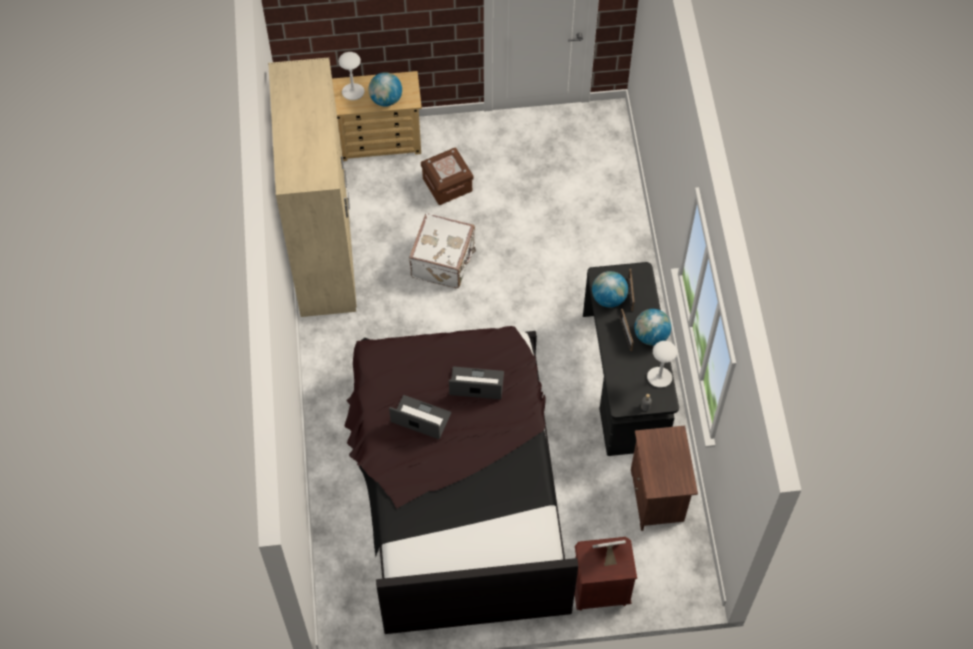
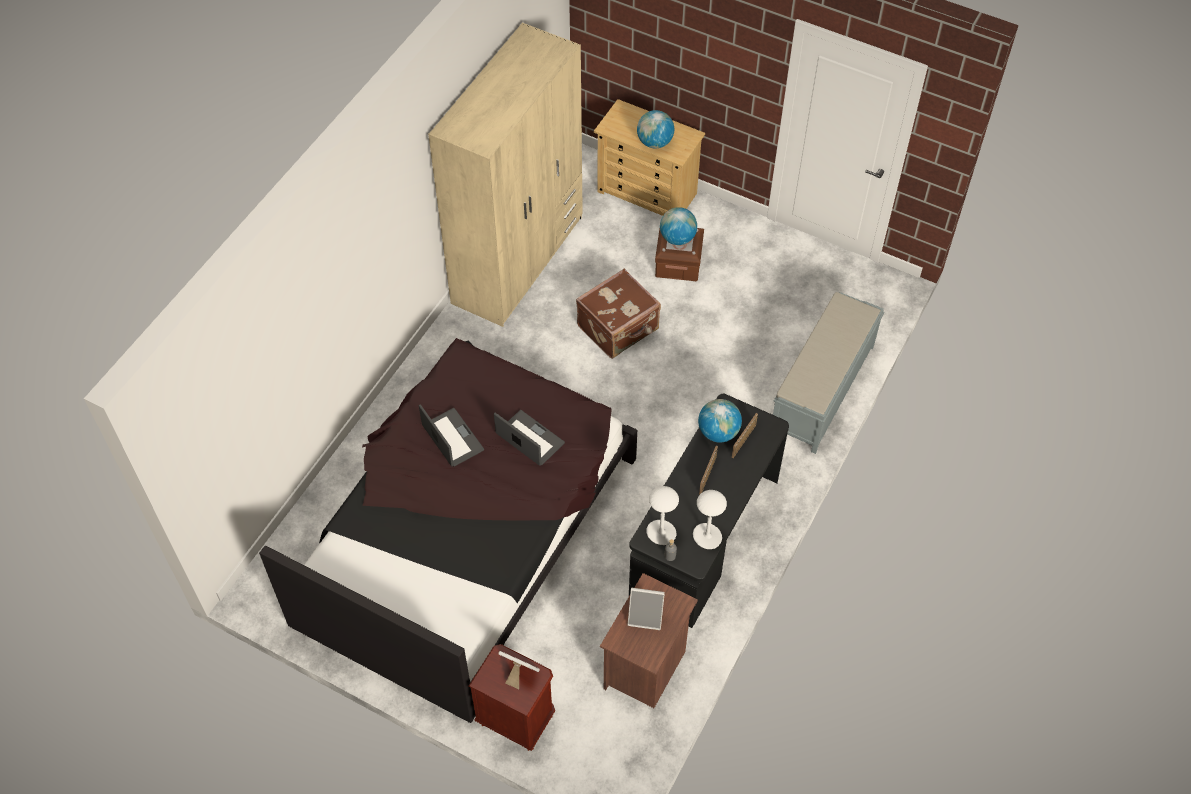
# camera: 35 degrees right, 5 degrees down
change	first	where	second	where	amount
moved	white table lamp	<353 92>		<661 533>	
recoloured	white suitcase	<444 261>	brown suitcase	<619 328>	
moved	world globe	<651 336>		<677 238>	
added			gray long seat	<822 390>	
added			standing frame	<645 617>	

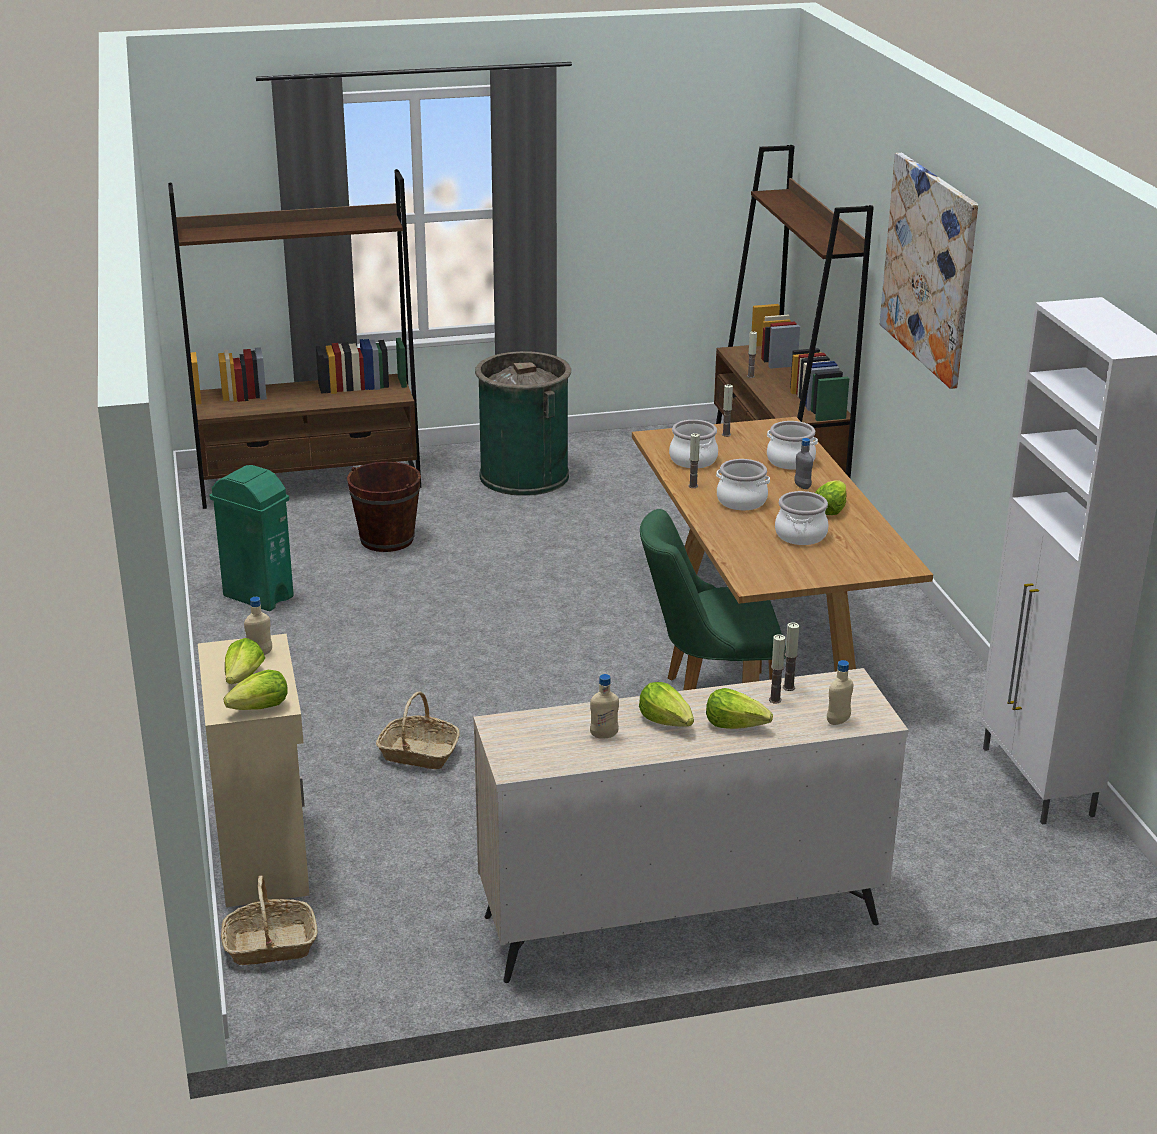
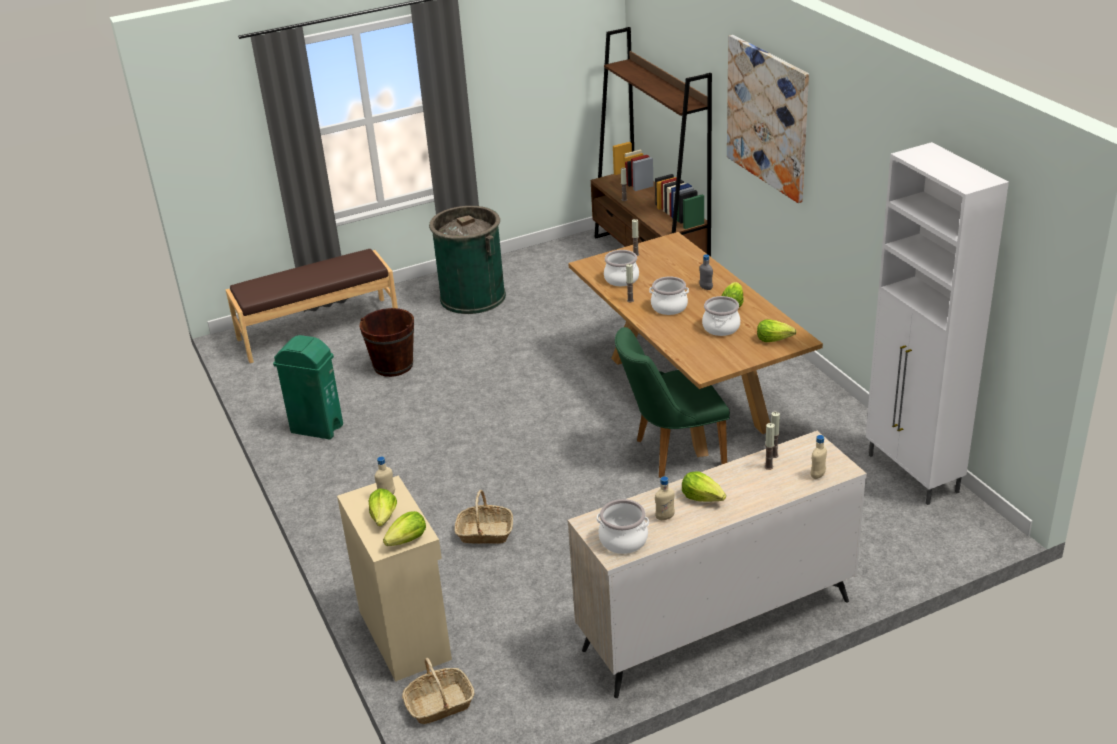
# camera: 10 degrees left, 5 degrees up
change	first	where	second	where	amount
replaced	brown bookshelf	<310 483>	brown long seat	<318 329>	
moved	cooking pot	<790 461>		<623 540>	
moved	head of lettuce	<736 724>		<774 339>	

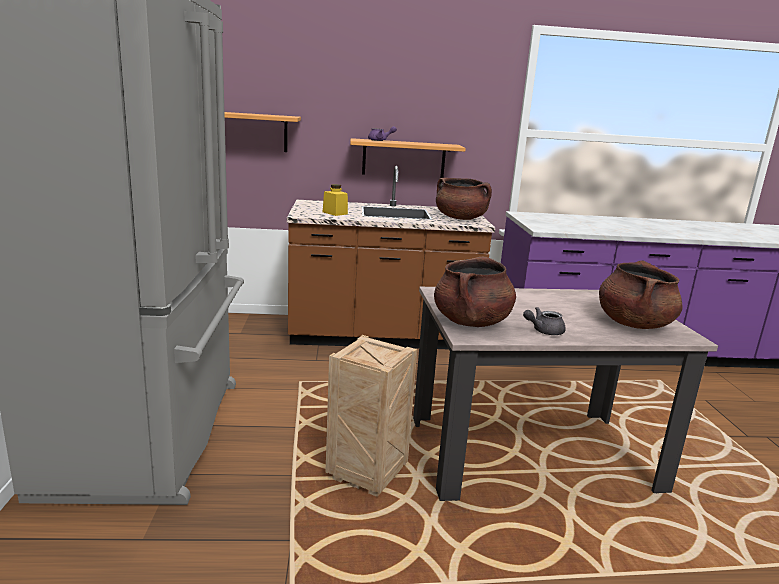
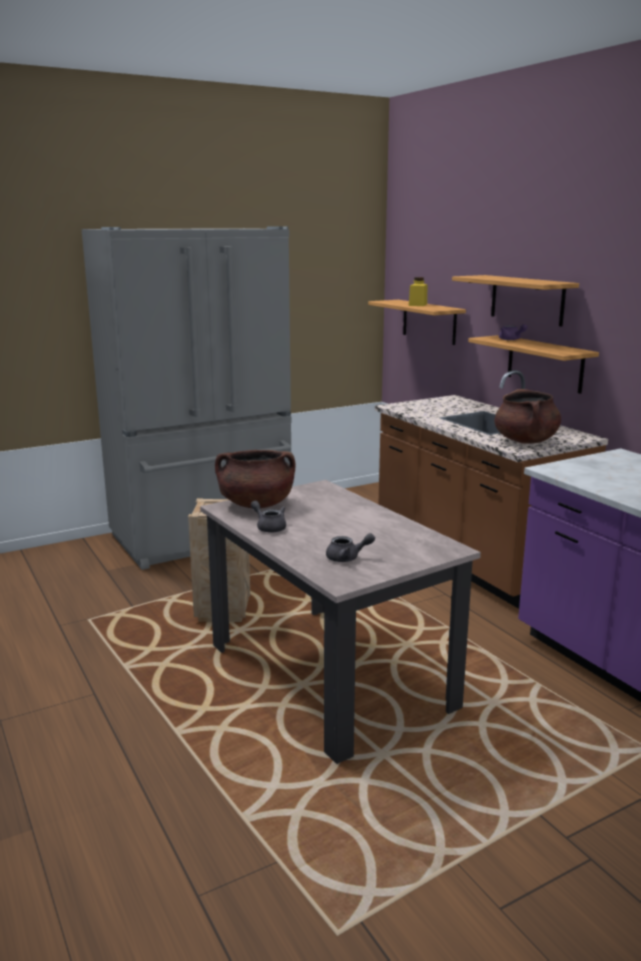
# camera: 65 degrees right, 0 degrees up
change	first	where	second	where	amount
moved	yellowish jar	<335 213>		<418 305>	
replaced	brown cooking pot	<634 324>	gray tea pot	<347 558>	
added			wall shelf	<527 300>	

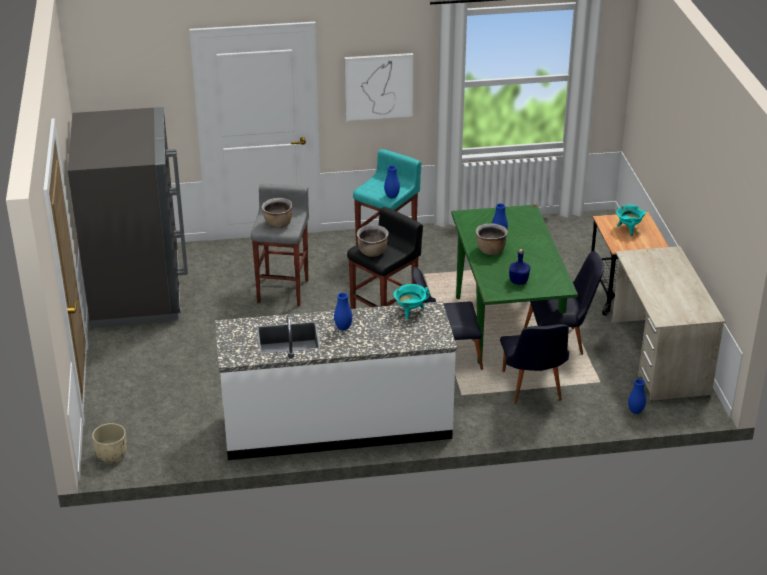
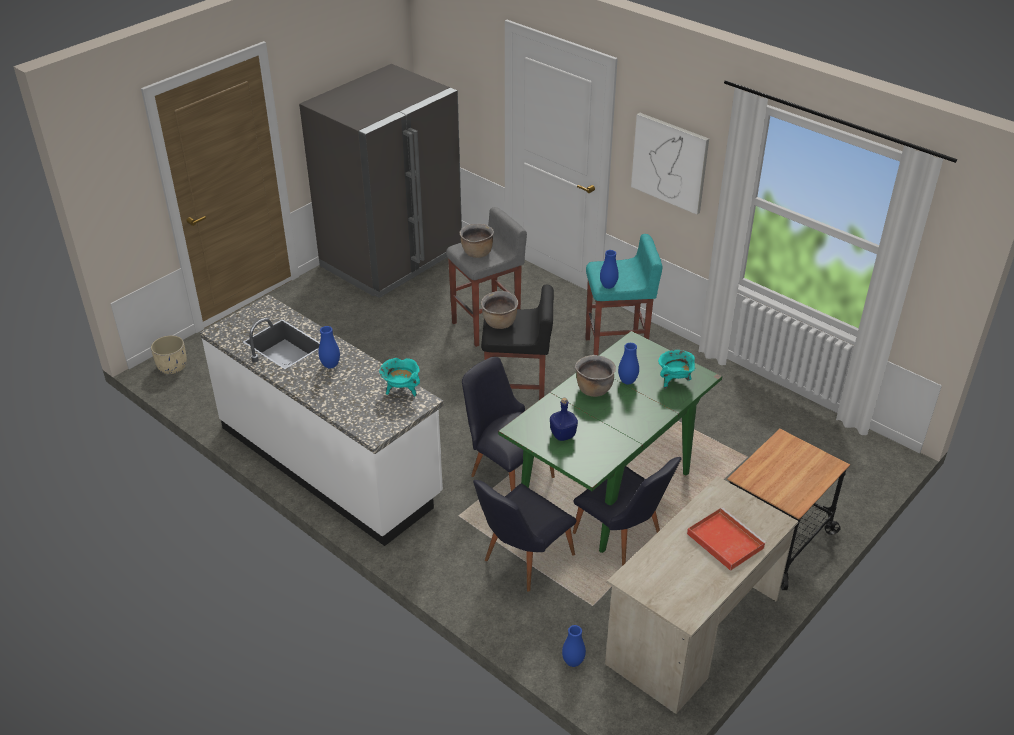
# camera: 50 degrees right, 5 degrees up
change	first	where	second	where	amount
moved	turquoise-coloured cooking pot	<628 229>		<674 381>	
added			red serving tray	<724 540>	

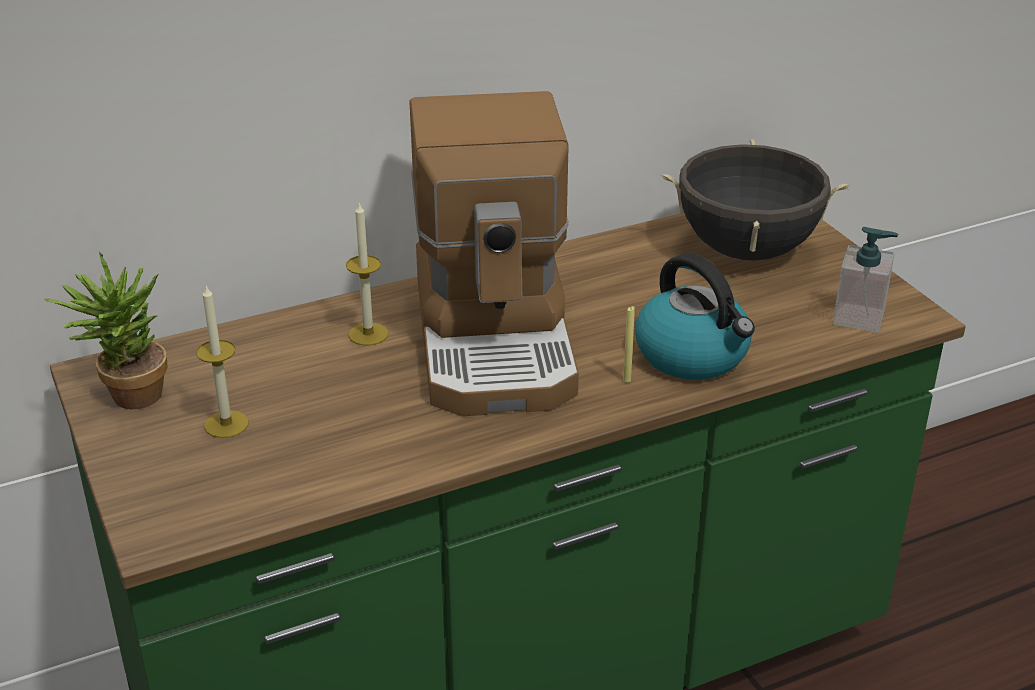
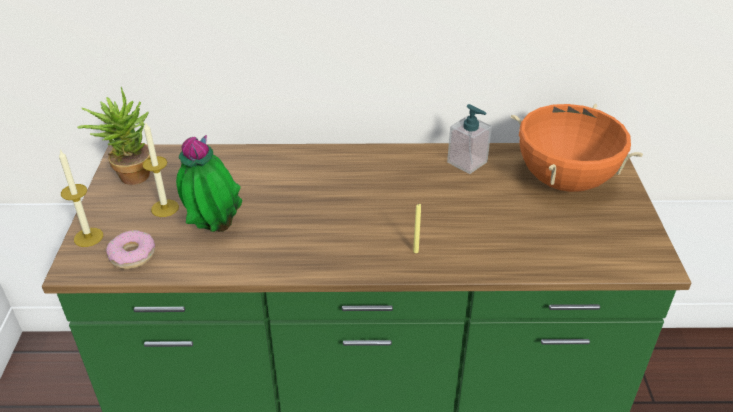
# camera: 25 degrees right, 5 degrees up
change	first	where	second	where	amount
removed	coffee machine	<497 338>			
recoloured	black-coloured cooking pot	<746 250>	orange-coloured cooking pot	<564 180>	
moved	wax candle	<368 334>		<88 237>	
moved	liquid soap bottle	<859 317>		<467 162>	
removed	tea kettle	<693 355>			
added			plant in a pot	<214 229>	
added			ring doughnut	<132 255>	

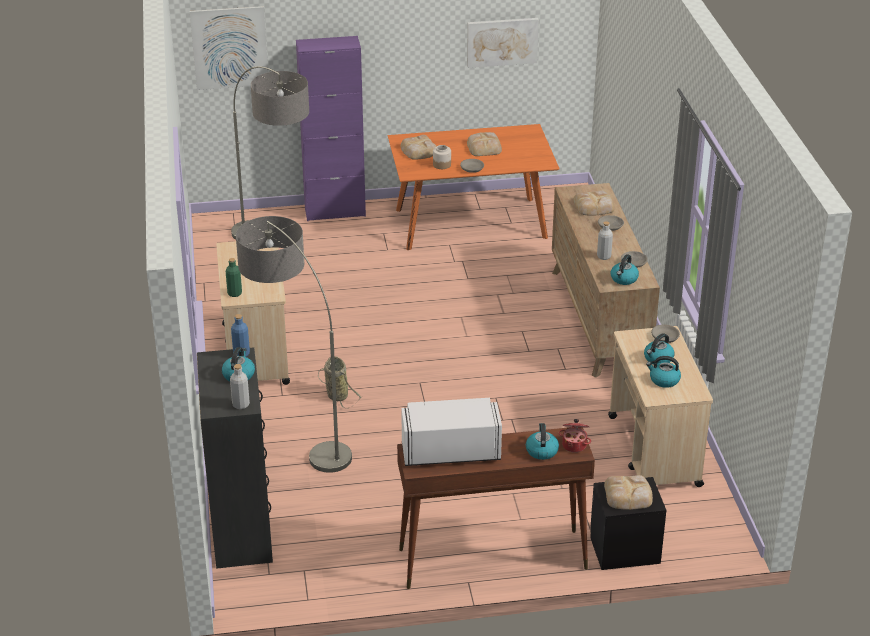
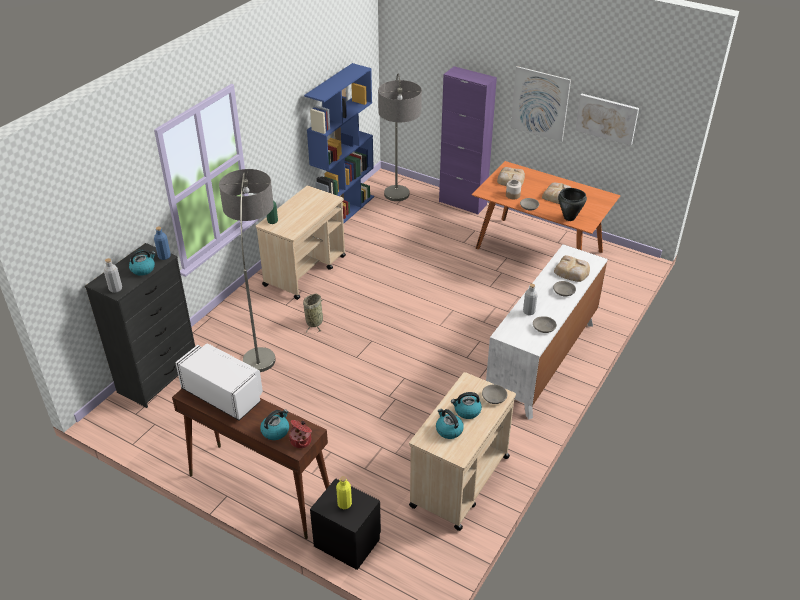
# camera: 40 degrees right, 5 degrees up
change	first	where	second	where	amount
moved	wall art	<229 48>		<539 103>	
recoloured	brown chest of drawers	<599 320>	white chest of drawers	<542 361>	
removed	tea kettle	<624 279>			
replaced	bakery bread	<629 496>	yellowish drink bottle	<344 504>	
added			blue bookshelf	<344 211>	
added			black-coloured cooking pot	<569 218>	

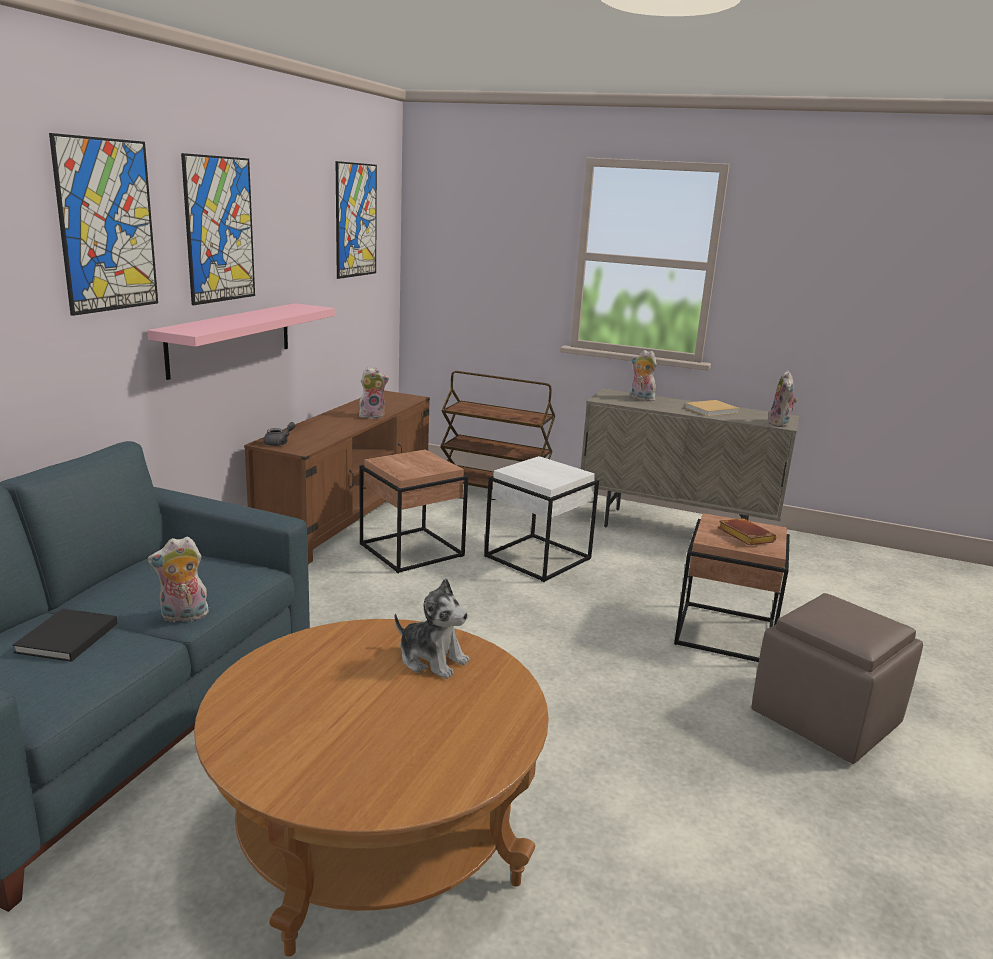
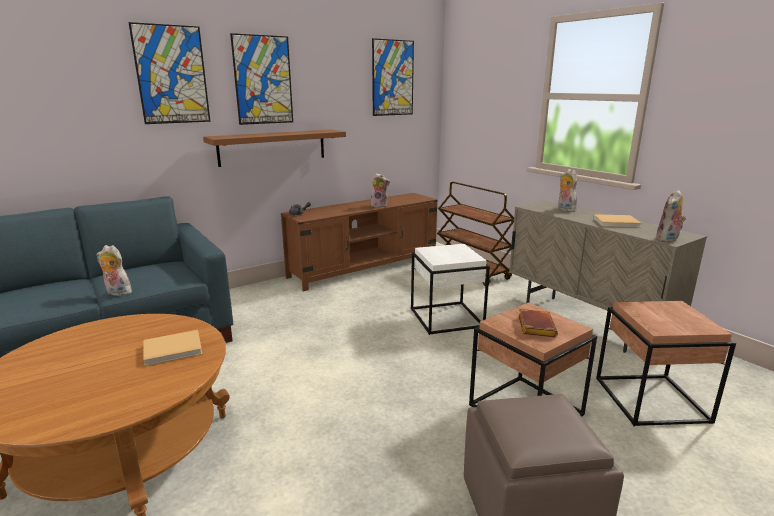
# camera: 35 degrees right, 0 degrees up
change	first	where	second	where	amount
recoloured	pink-coloured wall shelf	<231 338>	brown wall shelf	<273 147>	
moved	brown accent table	<413 550>		<652 400>	
replaced	soft toy	<432 660>	sand-coloured bound book	<175 349>	
removed	black-coloured bound book	<65 639>			

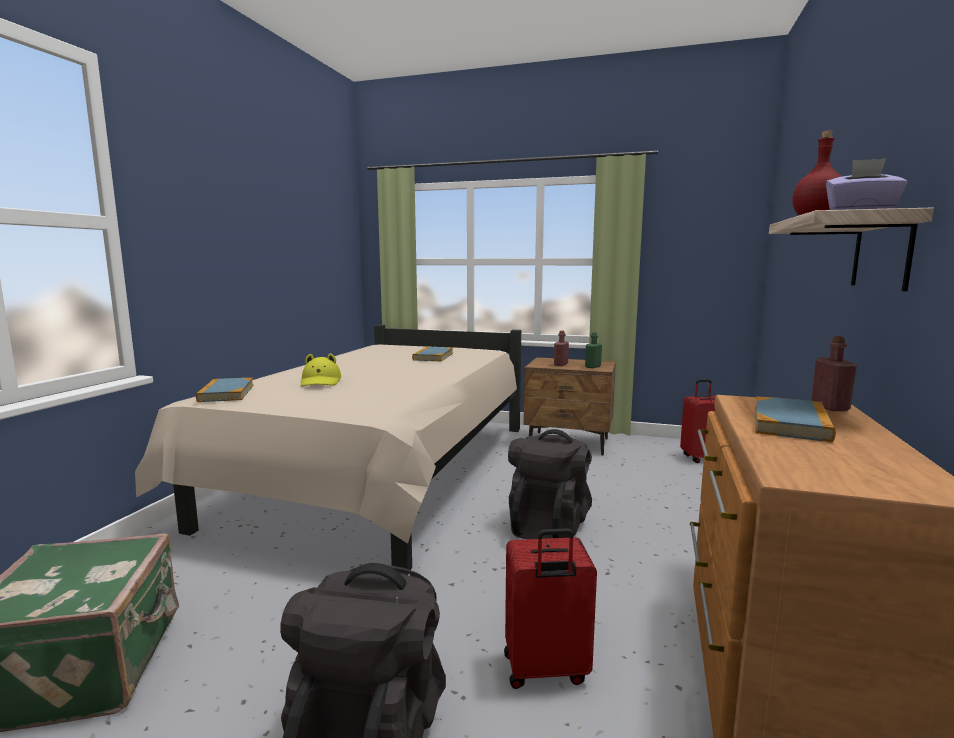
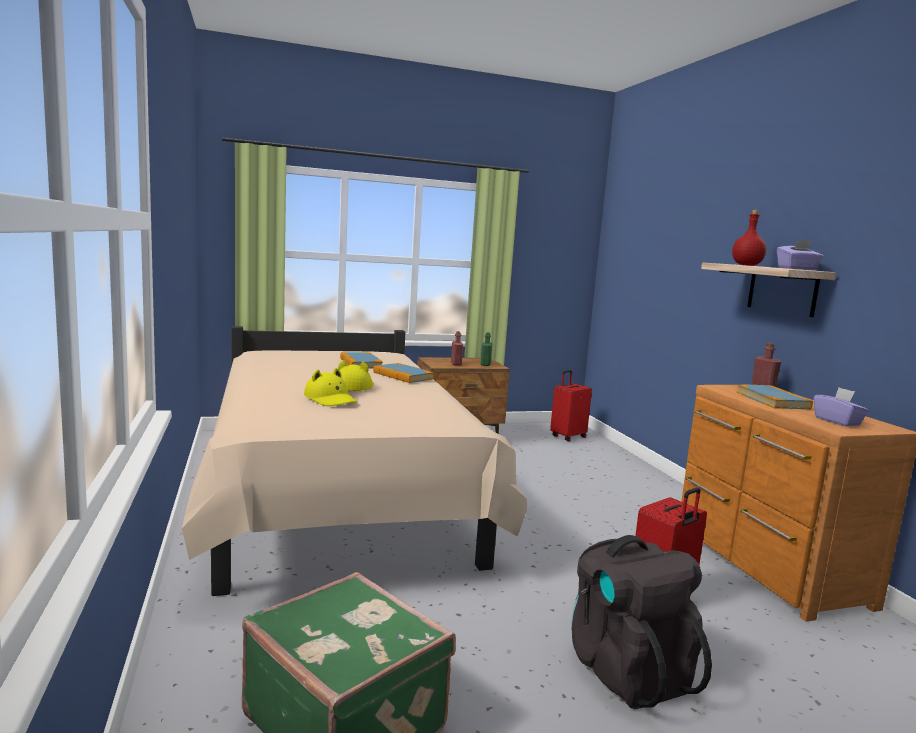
# camera: 35 degrees left, 0 degrees up
change	first	where	second	where	amount
moved	bound book	<226 393>		<402 376>	
removed	black-coloured knapsack	<549 526>			
added			yellowish wearable hat	<354 386>	
added			purple tissue box	<837 421>	

